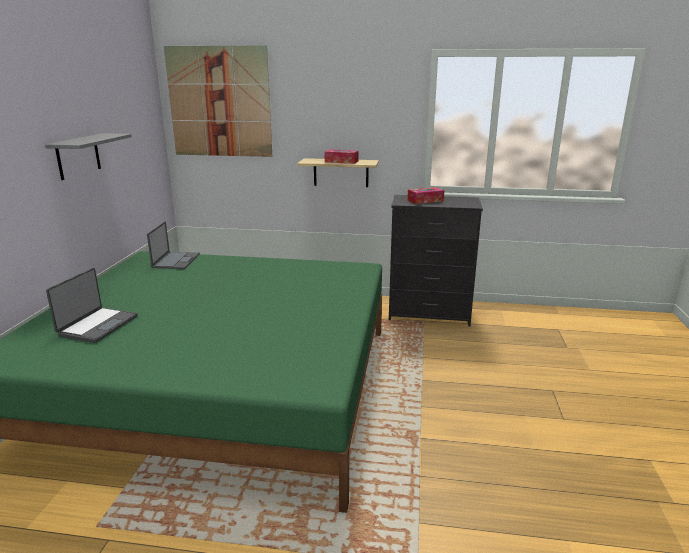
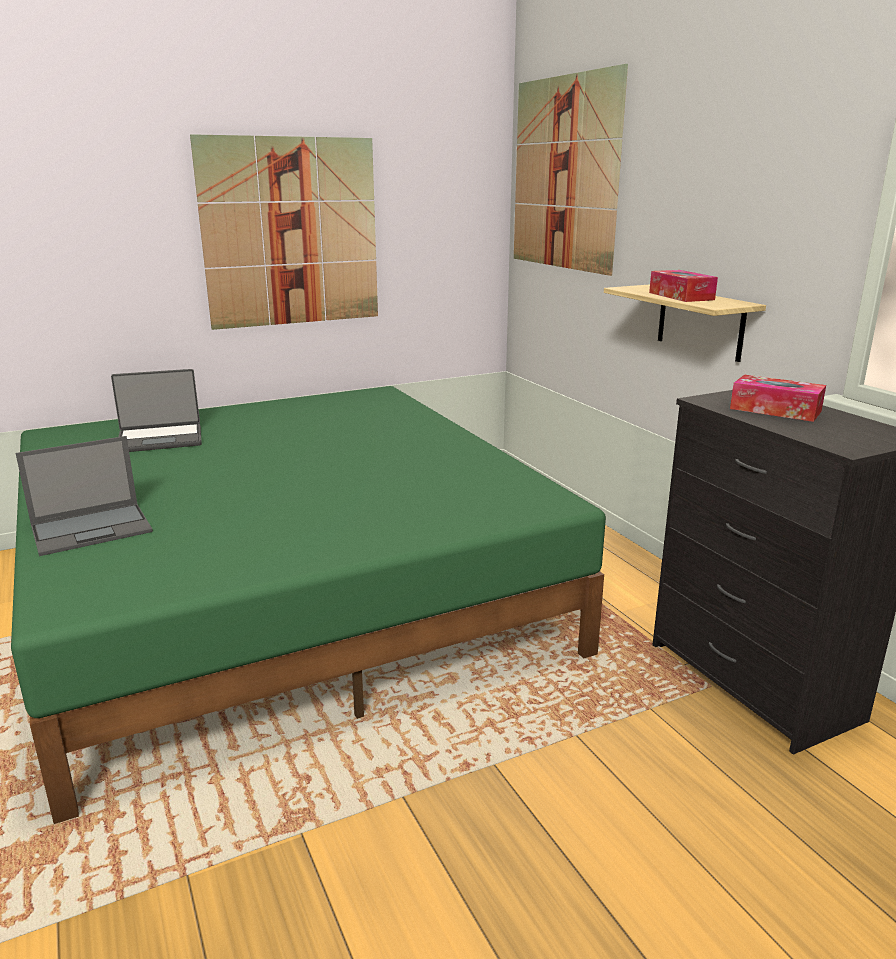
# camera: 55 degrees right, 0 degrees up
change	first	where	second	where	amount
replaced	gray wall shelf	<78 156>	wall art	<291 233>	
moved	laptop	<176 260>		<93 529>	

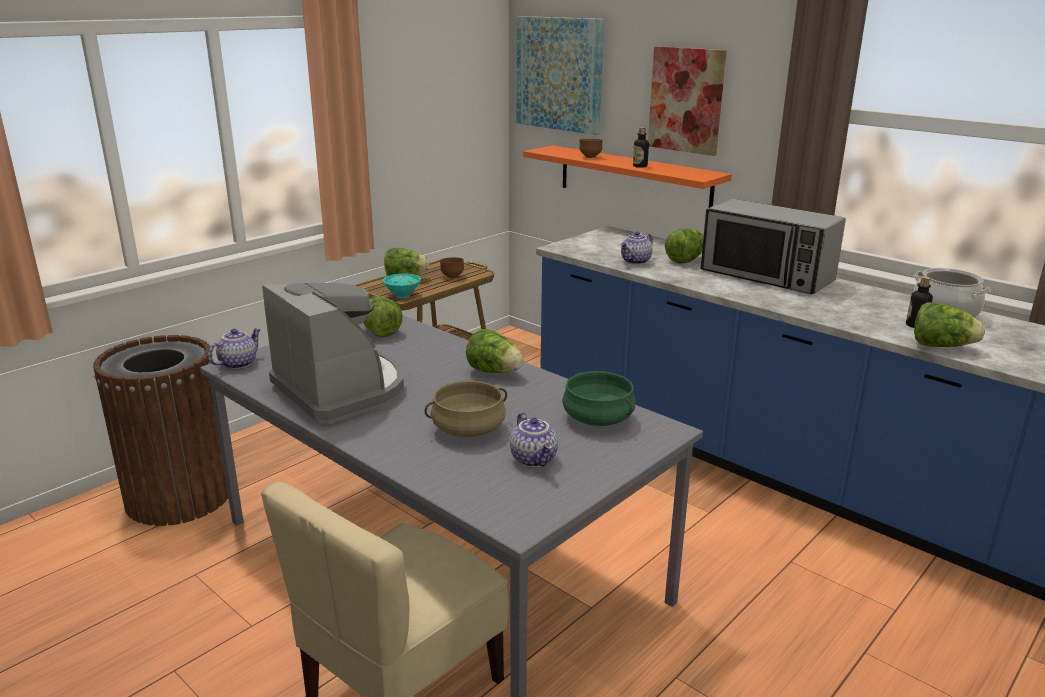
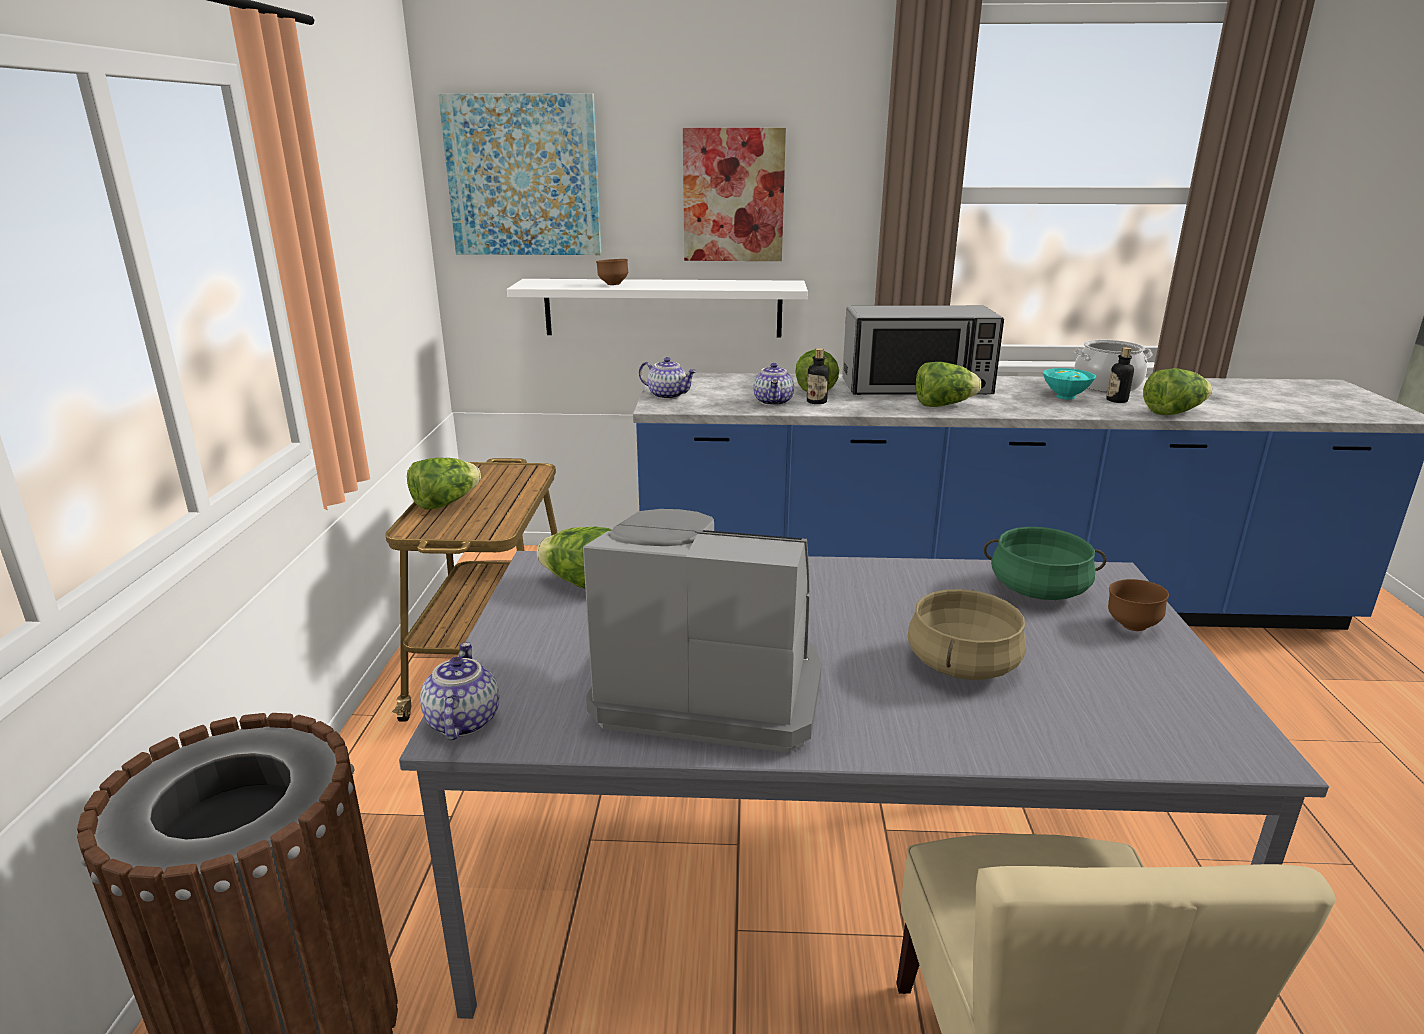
# camera: 40 degrees left, 0 degrees up
change	first	where	second	where	amount
moved	drink bottle	<640 166>		<816 402>	
recoloured	orange-coloured wall shelf	<633 180>	white wall shelf	<663 308>	
moved	brown serving bowl	<452 277>		<1131 626>	
moved	turquoise-coloured serving bowl	<402 296>		<1066 397>	
moved	head of lettuce	<494 372>		<943 405>	
moved	tea pot	<535 459>		<668 395>	

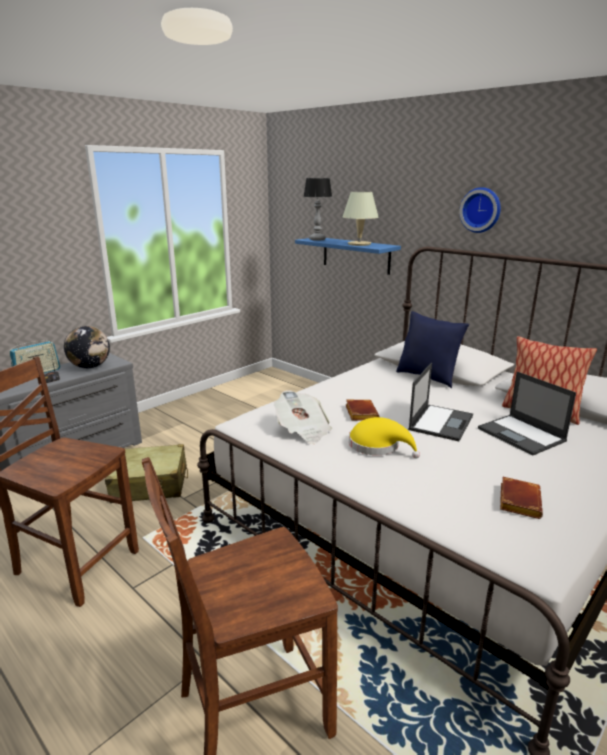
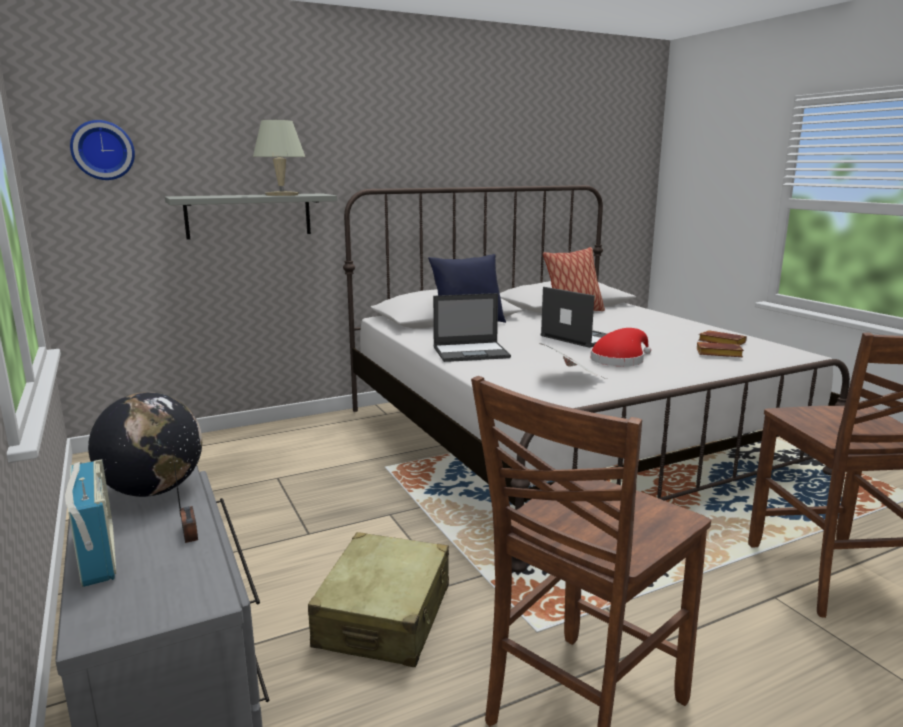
# camera: 70 degrees left, 5 degrees down
change	first	where	second	where	amount
removed	table lamp	<317 239>			
moved	hanging clock	<481 210>		<103 150>	
recoloured	blue wall shelf	<356 255>	gray wall shelf	<249 215>	
moved	laptop	<522 435>		<472 352>	
moved	brown bound book	<360 413>		<717 354>	
recoloured	yellowish wearable hat	<378 446>	red wearable hat	<619 360>	

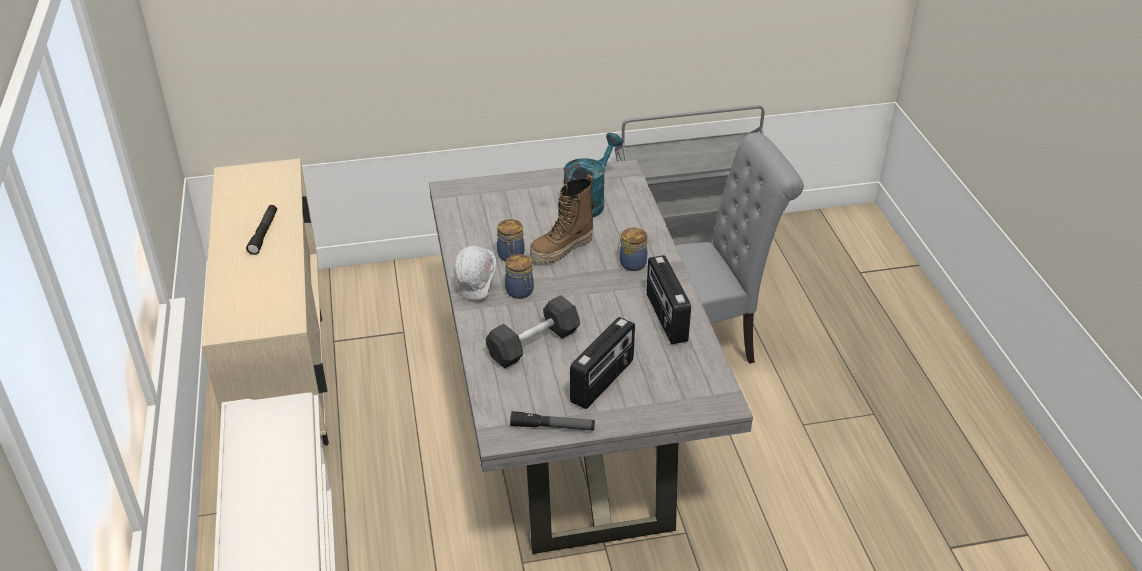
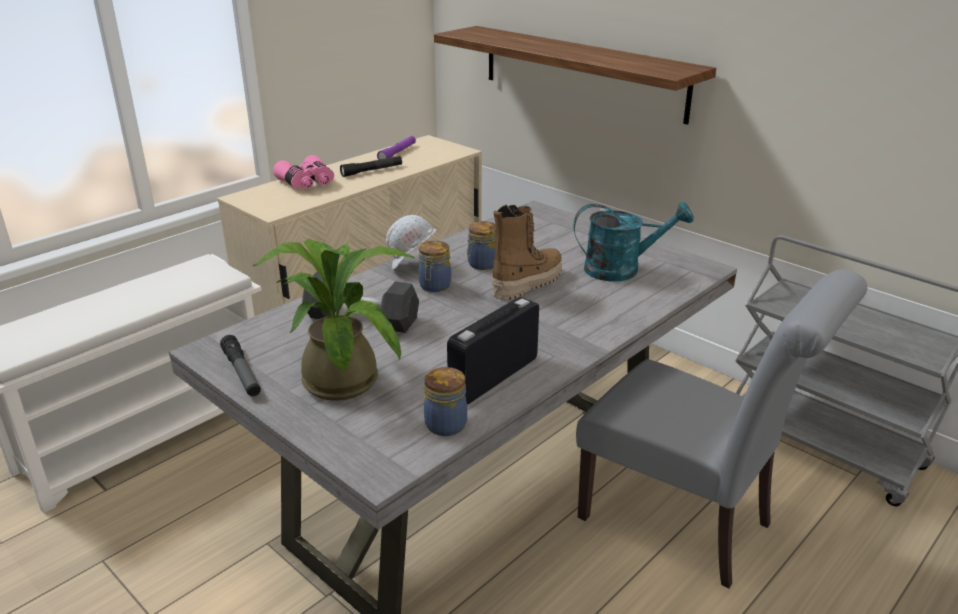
# camera: 55 degrees right, 10 degrees down
change	first	where	second	where	amount
turned	boot	<562 249>		<527 283>	120 degrees clockwise
moved	jar	<631 263>		<446 423>	
replaced	radio	<603 382>	plant in a pot	<341 376>	
added			wall shelf	<581 72>	
added			purple flashlight	<397 153>	
added			pink-coloured pair of binoculars	<307 183>	

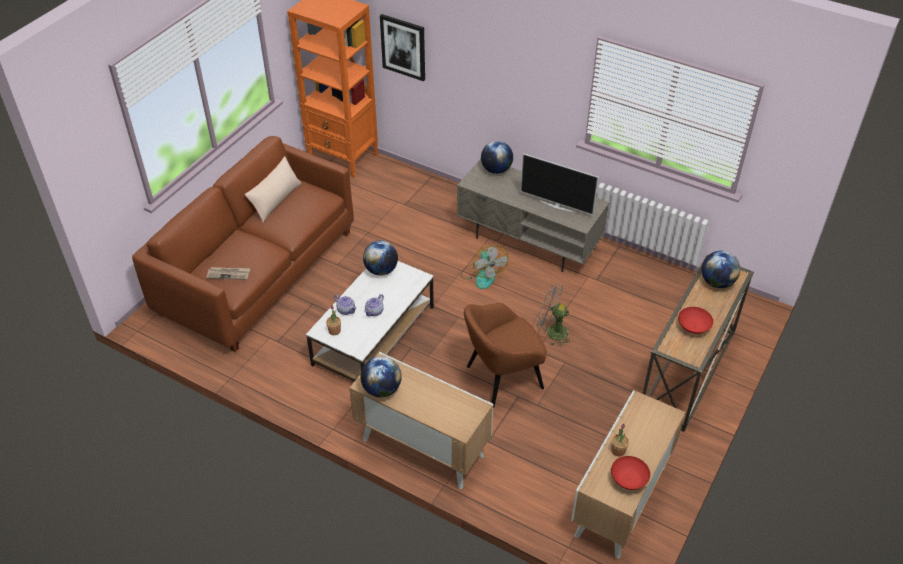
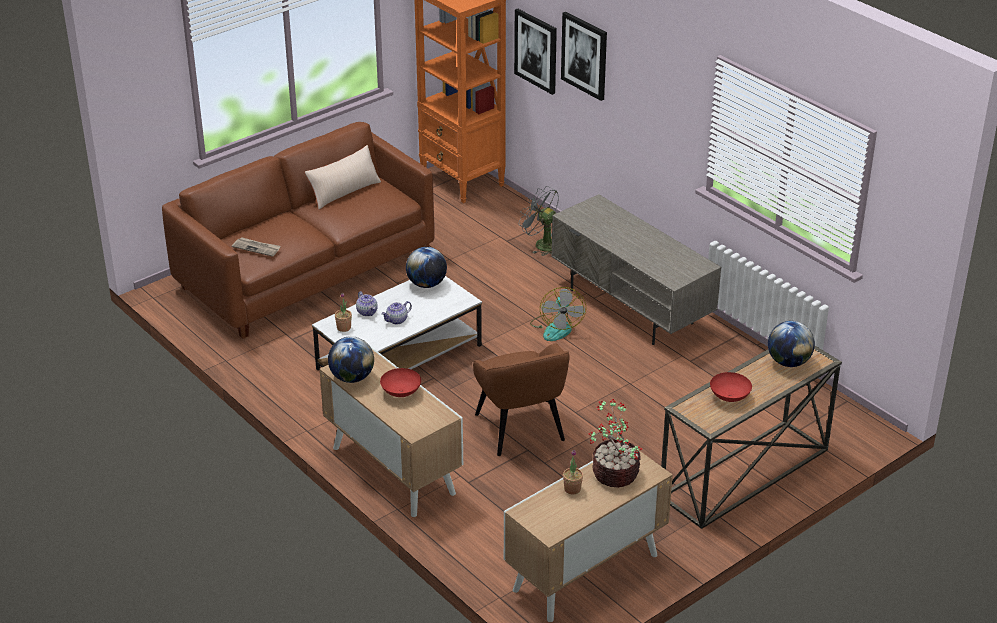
# camera: 20 degrees right, 10 degrees down
change	first	where	second	where	amount
removed	world globe	<496 170>			
removed	TV set	<557 206>			
moved	gray electric fan	<552 332>		<541 244>	
turned	brown lounge chair	<502 378>		<520 429>	105 degrees counterclockwise
moved	red serving bowl	<628 479>		<401 392>	
added			wall art	<584 55>	
added			plant in a pot	<614 473>	

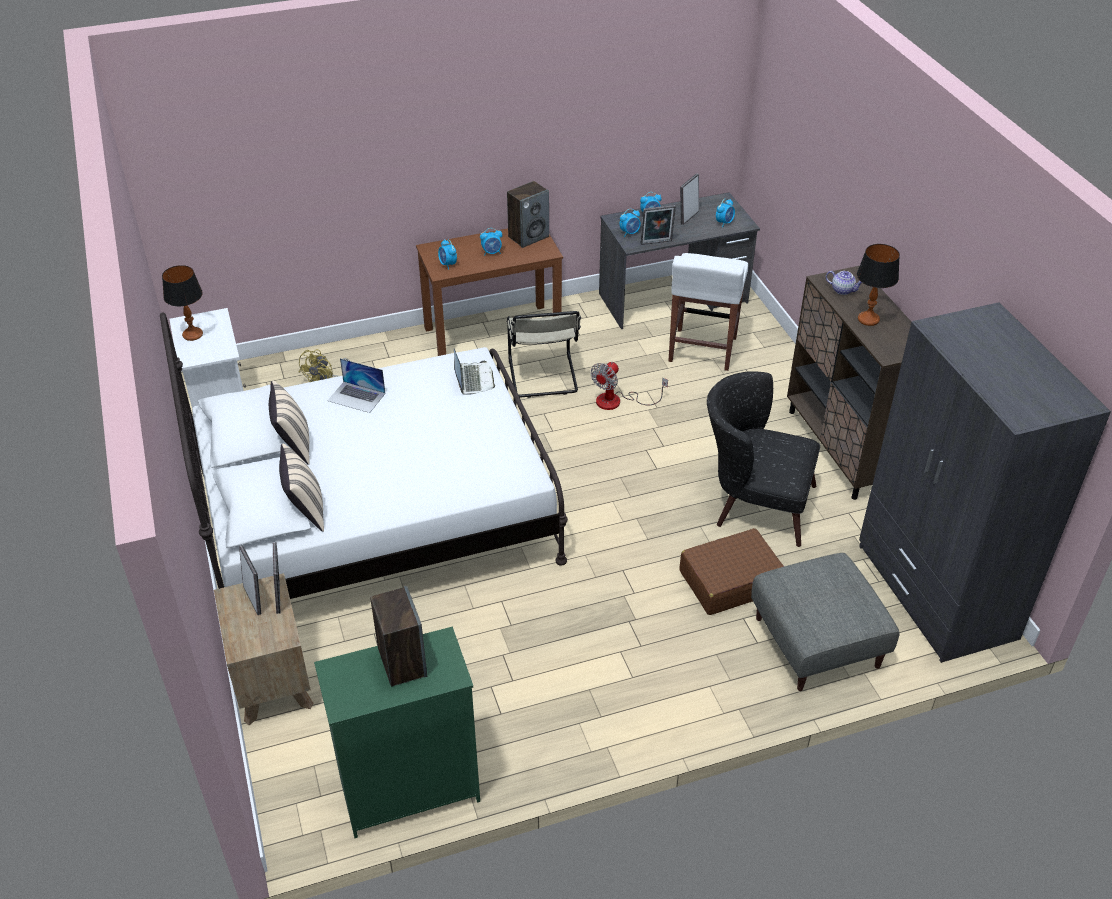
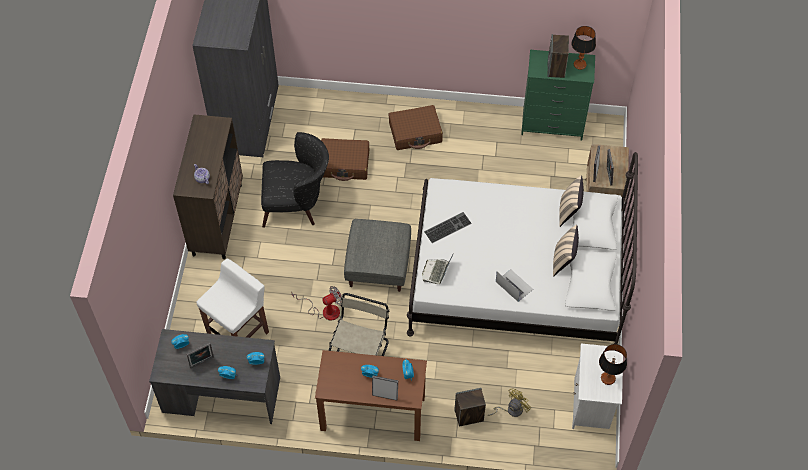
# camera: 155 degrees left, 15 degrees up
change	first	where	second	where	amount
moved	audio speaker	<528 237>		<468 416>	
moved	standing frame	<656 243>		<385 395>	
moved	table lamp	<868 319>		<579 64>	
turned	black-coloured lounge chair	<754 503>		<297 204>	45 degrees counterclockwise
moved	gray footrest	<816 642>		<378 265>	
added			brown suitcase	<415 133>	
added			computer keyboard	<447 226>	

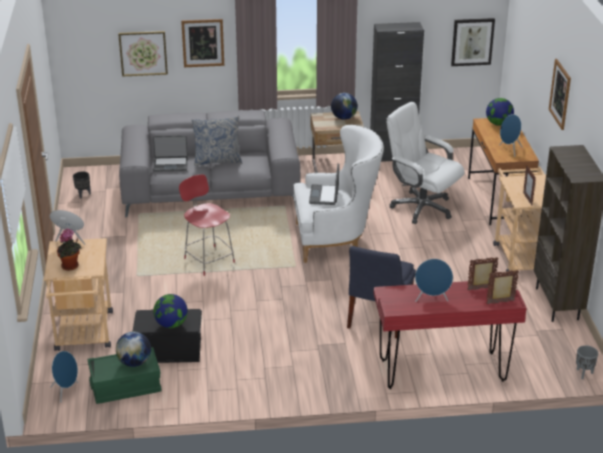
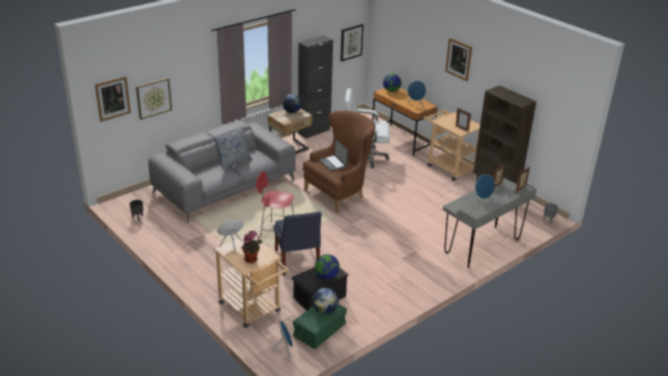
# camera: 35 degrees left, 0 degrees up
change	first	where	second	where	amount
moved	wall art	<203 42>		<112 98>	
recoloured	white lounge chair	<336 240>	brown lounge chair	<340 193>	
removed	laptop	<171 164>			
moved	blue chair	<378 318>		<297 262>	
recoloured	red desk	<442 371>	gray desk	<482 247>	

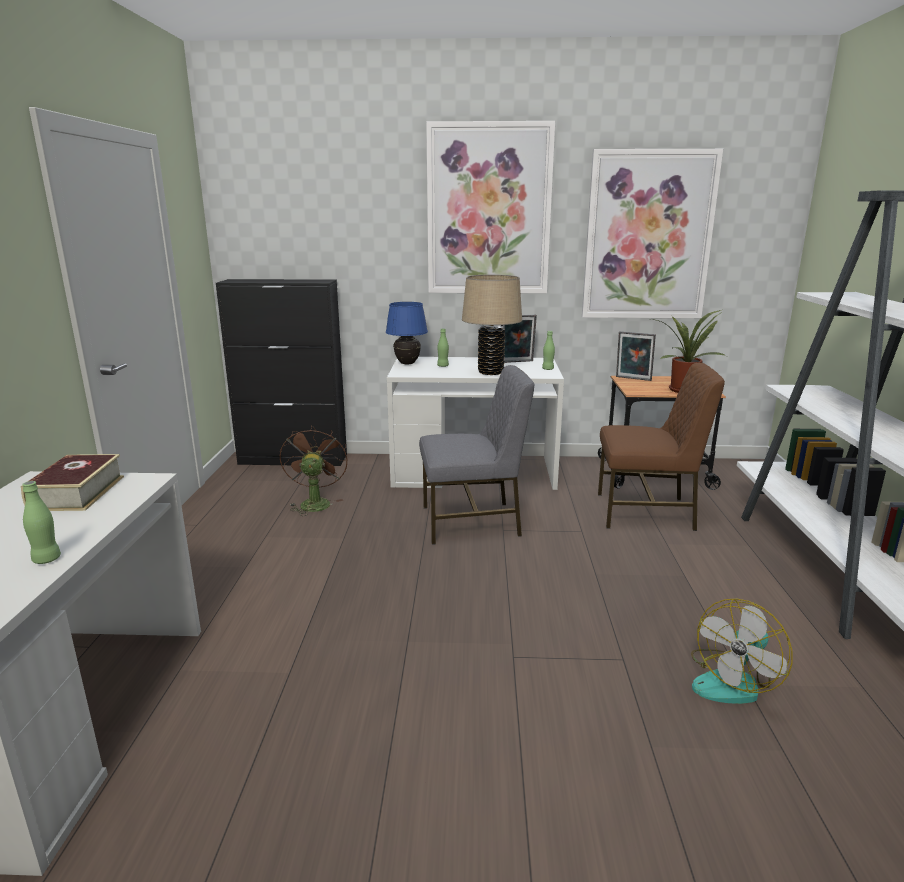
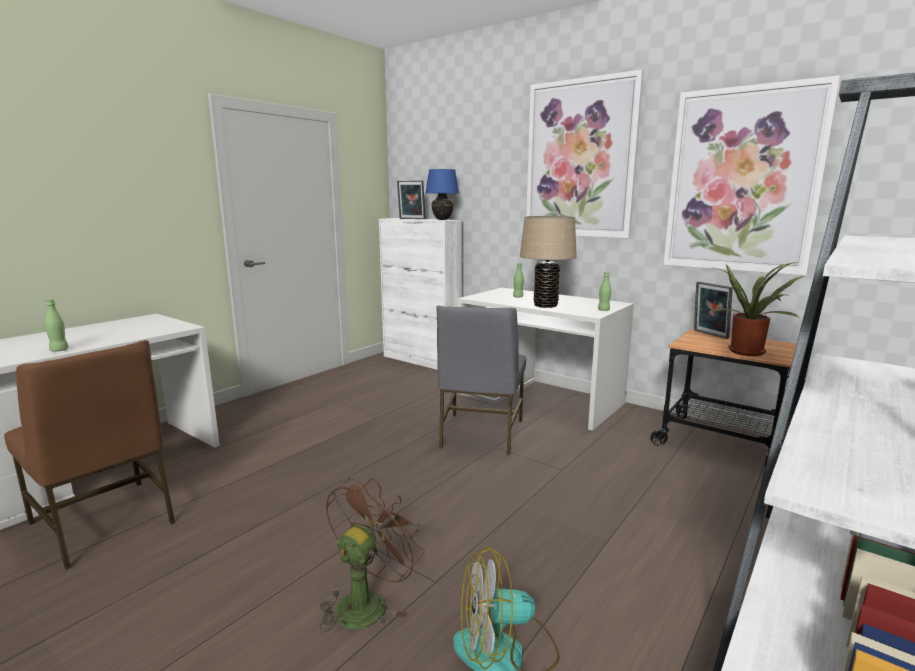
# camera: 35 degrees right, 5 degrees down
change	first	where	second	where	amount
recoloured	black-coloured cupboard	<293 459>	white cupboard	<422 360>	
moved	blue table lamp	<407 363>		<442 220>	
moved	standing frame	<516 362>		<411 219>	
moved	brown chair	<646 512>		<105 523>	
turned	gray chair	<472 522>		<480 434>	75 degrees clockwise
moved	brown electric fan	<315 502>		<367 602>	
removed	bound book	<77 493>			

